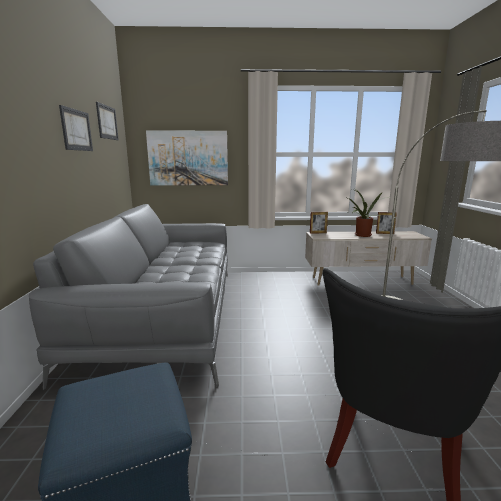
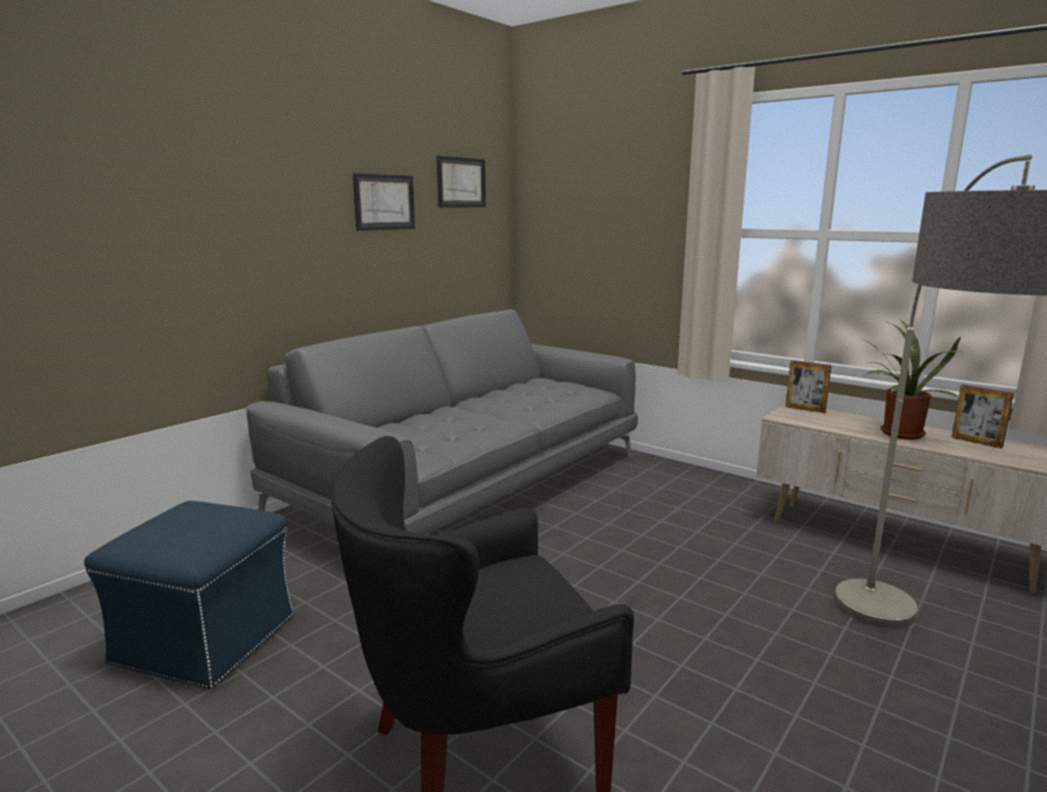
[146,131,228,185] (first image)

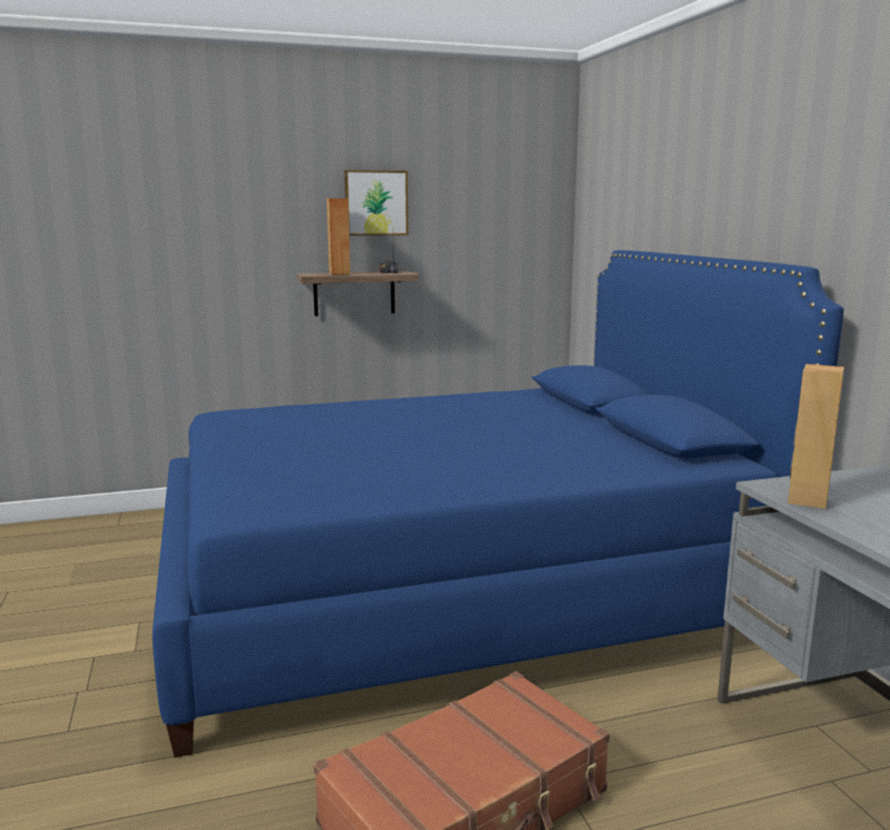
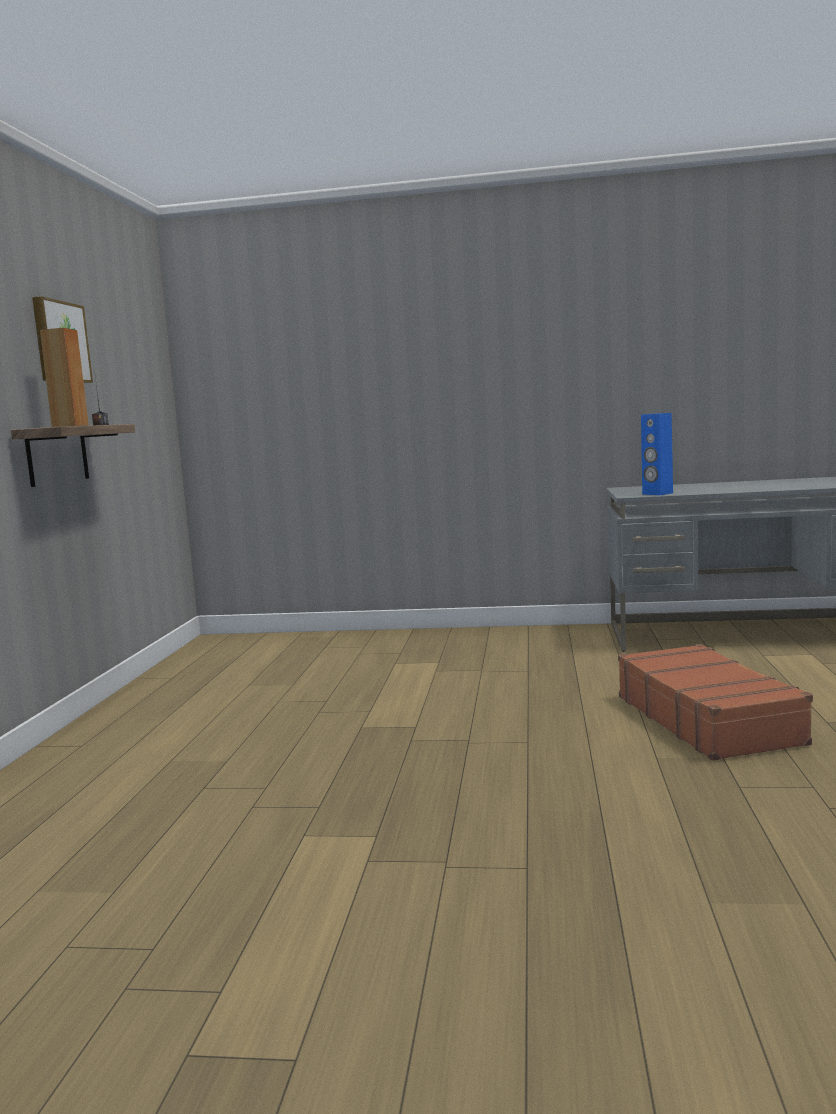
[152,250,844,758] (first image)
[641,413,673,495]

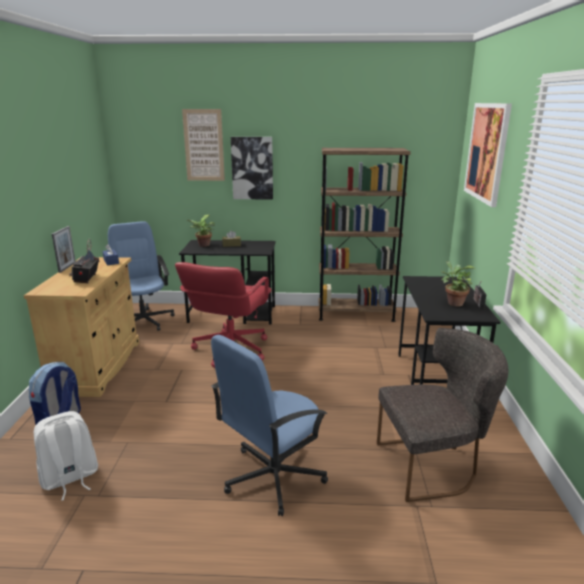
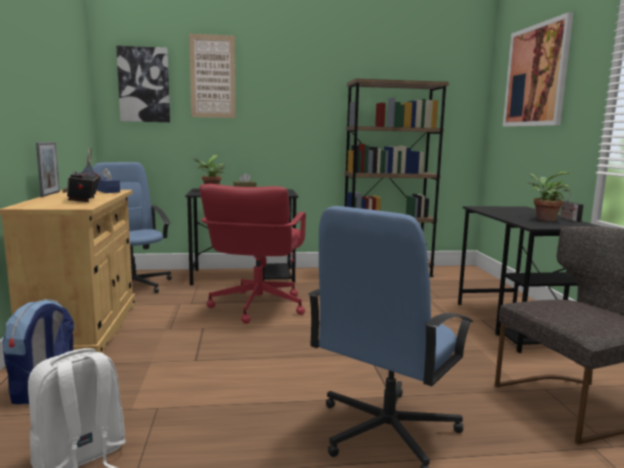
[116,46,170,122]

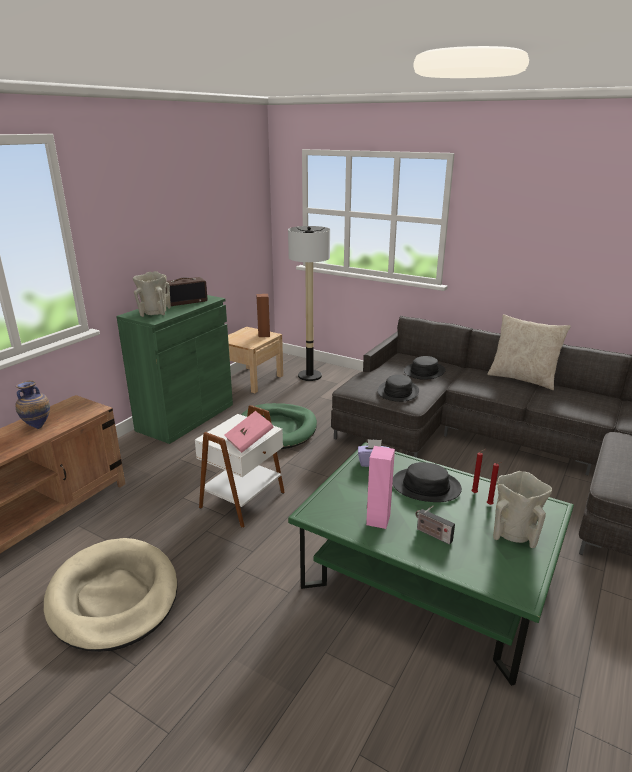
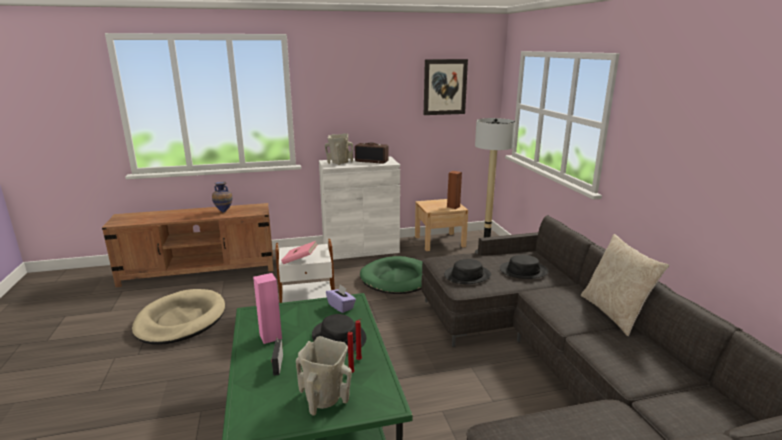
[424,59,468,115]
[319,156,400,260]

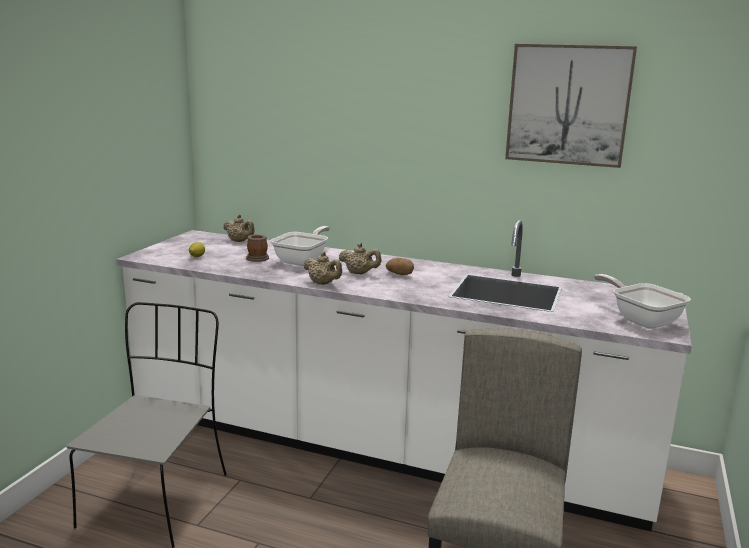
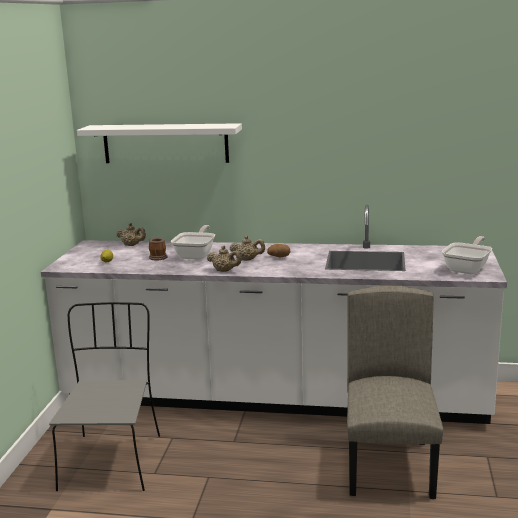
[505,44,637,168] (first image)
[77,123,242,163]
[442,236,492,274]

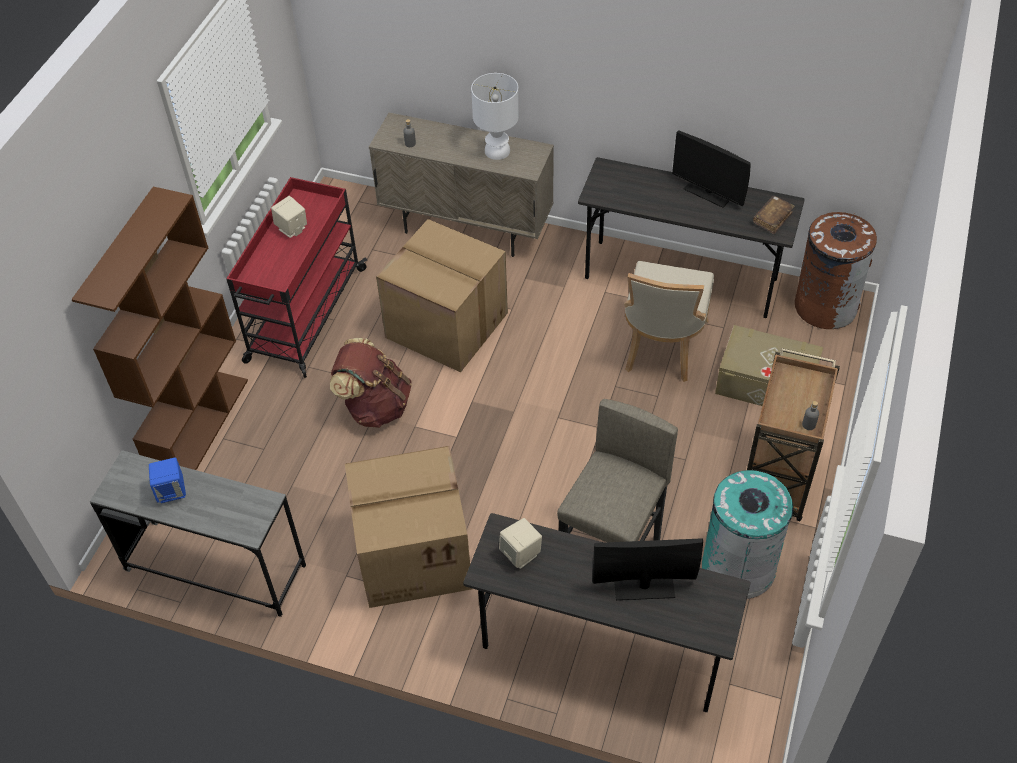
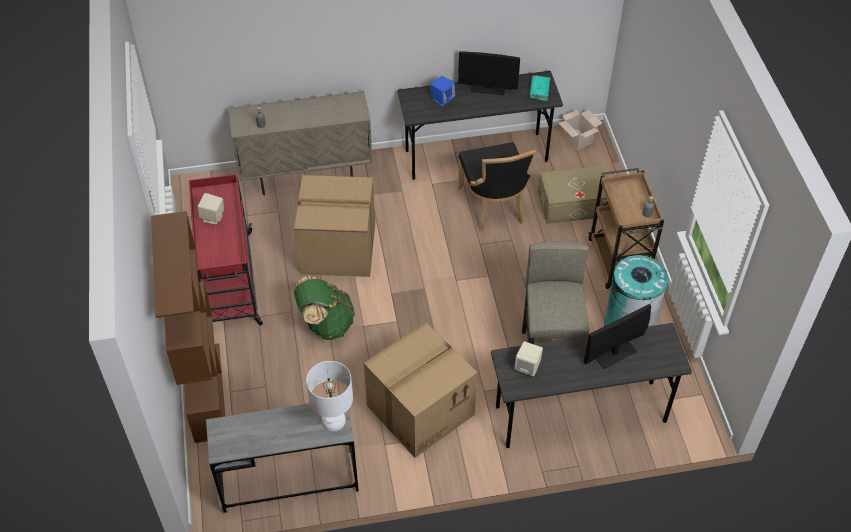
[430,76,455,106]
[306,361,353,431]
[559,109,602,150]
[294,276,355,340]
[457,142,536,232]
[529,75,550,101]

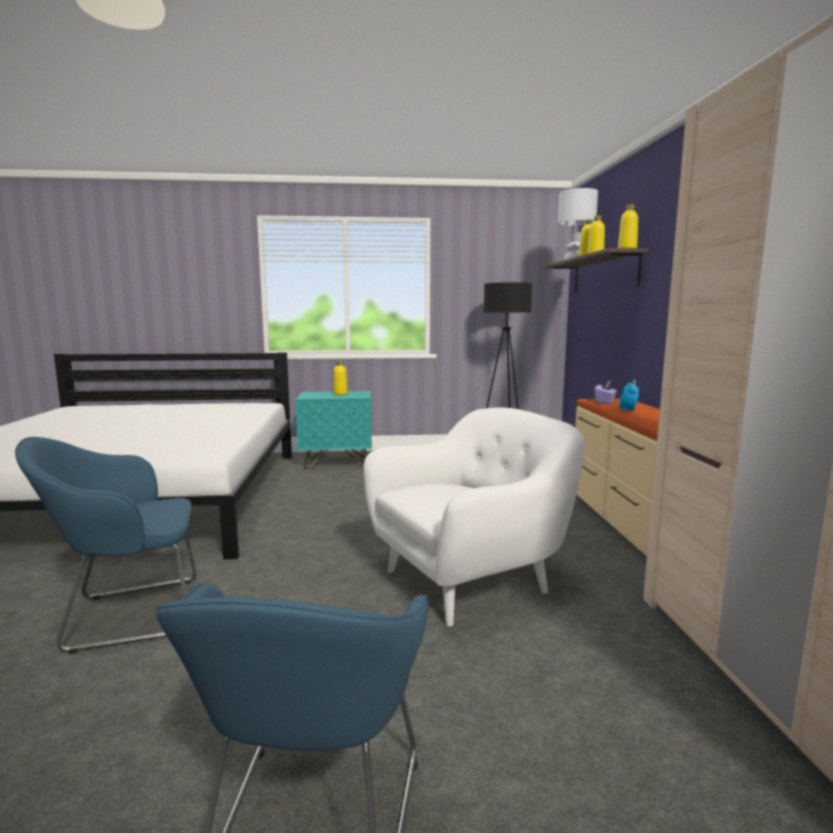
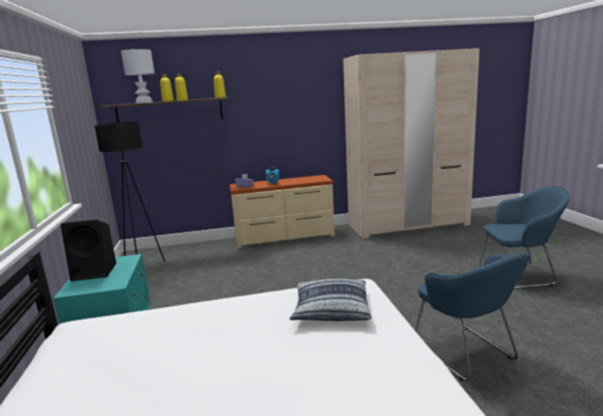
[363,407,585,626] (first image)
[290,279,372,321]
[61,220,116,281]

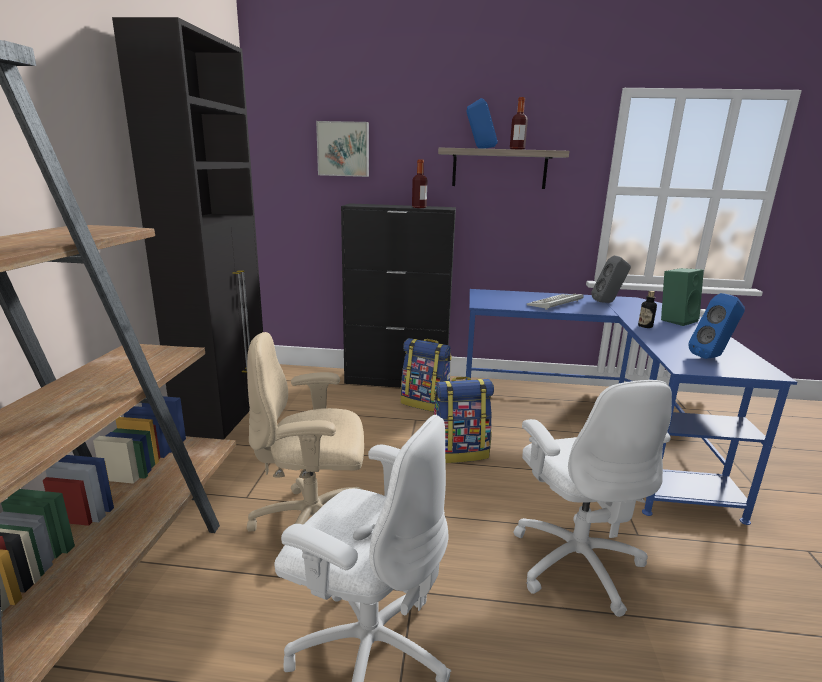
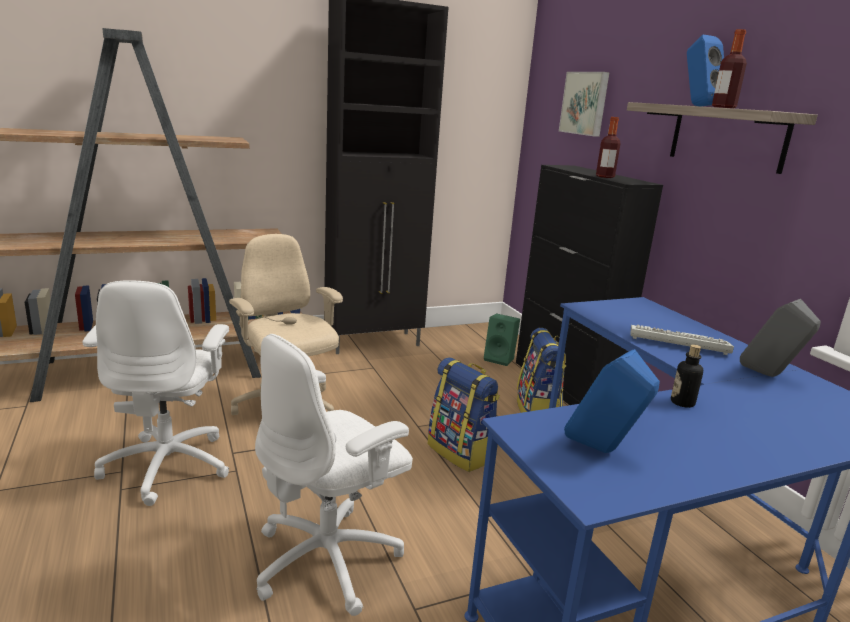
[484,313,520,366]

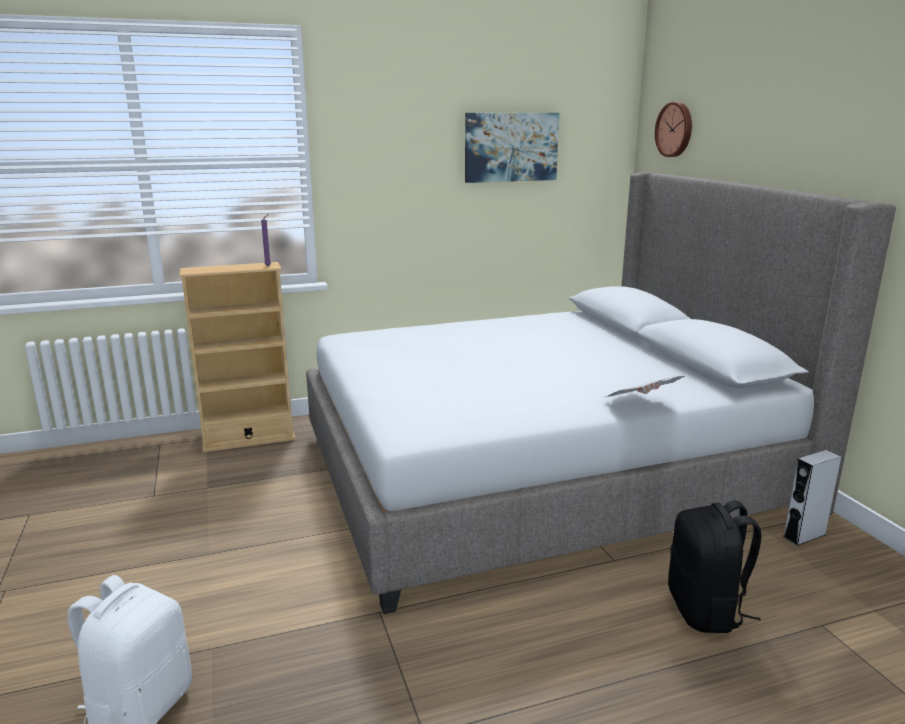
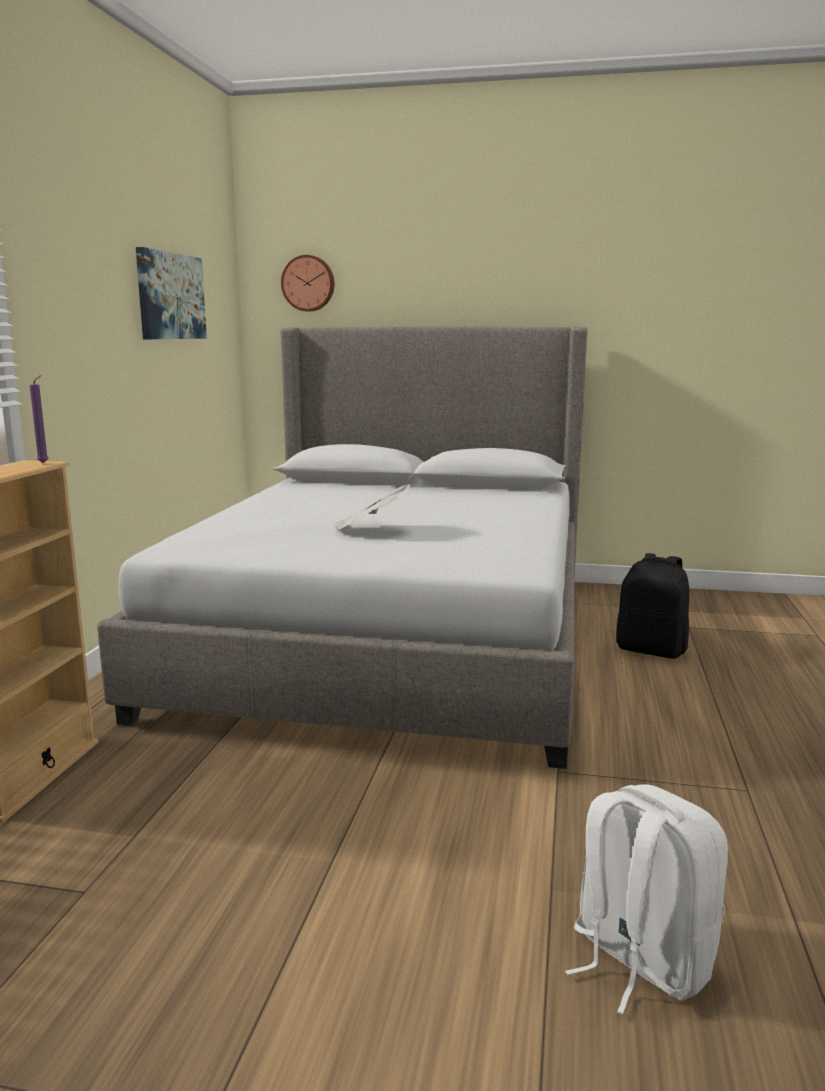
[783,450,841,546] (first image)
[334,484,410,530]

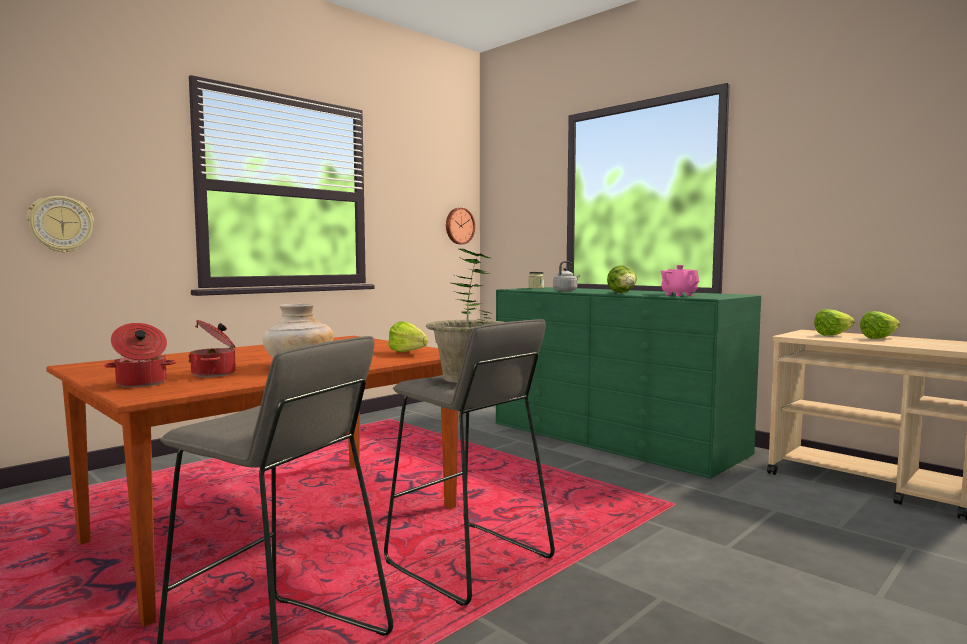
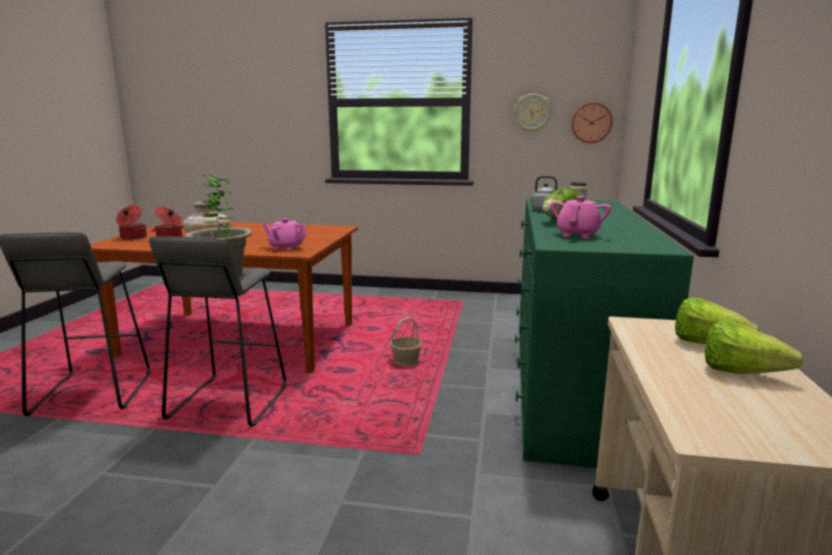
[390,318,422,366]
[514,94,551,132]
[263,218,307,251]

